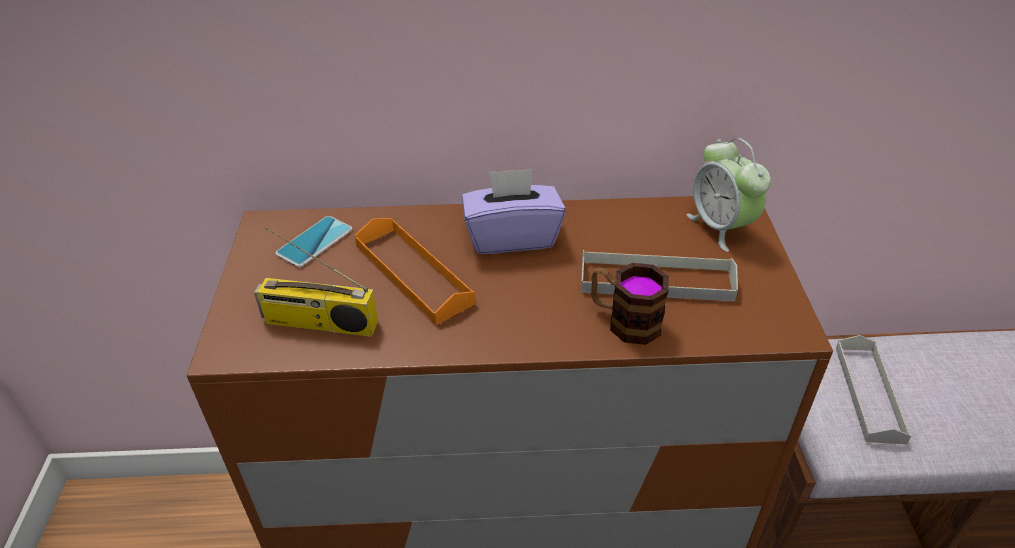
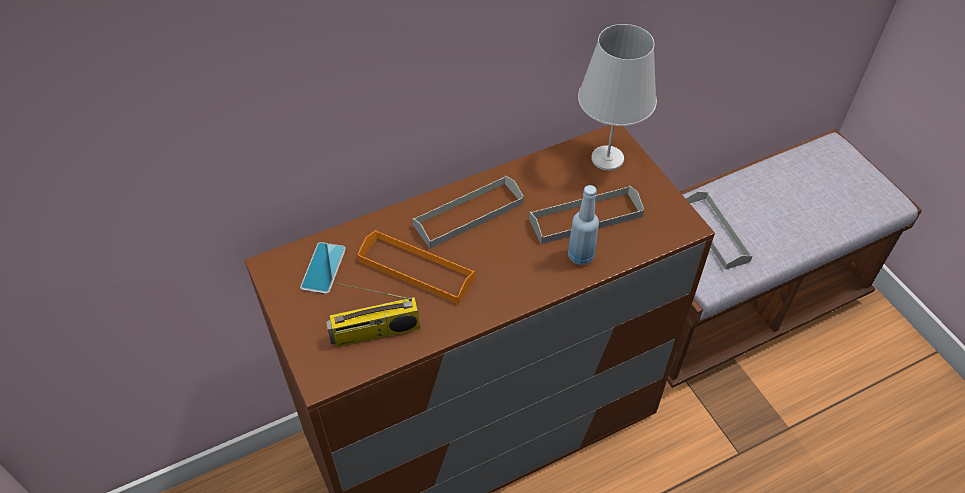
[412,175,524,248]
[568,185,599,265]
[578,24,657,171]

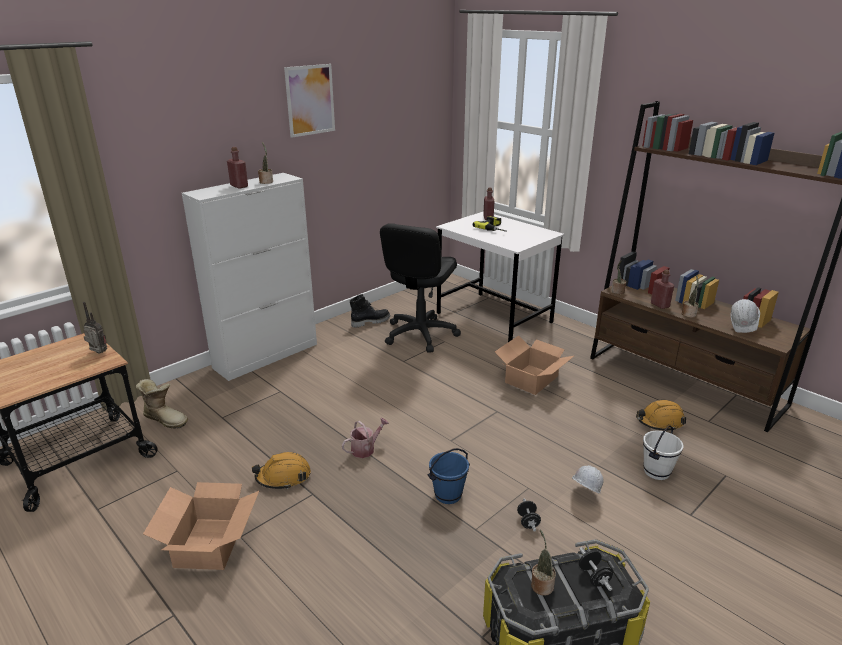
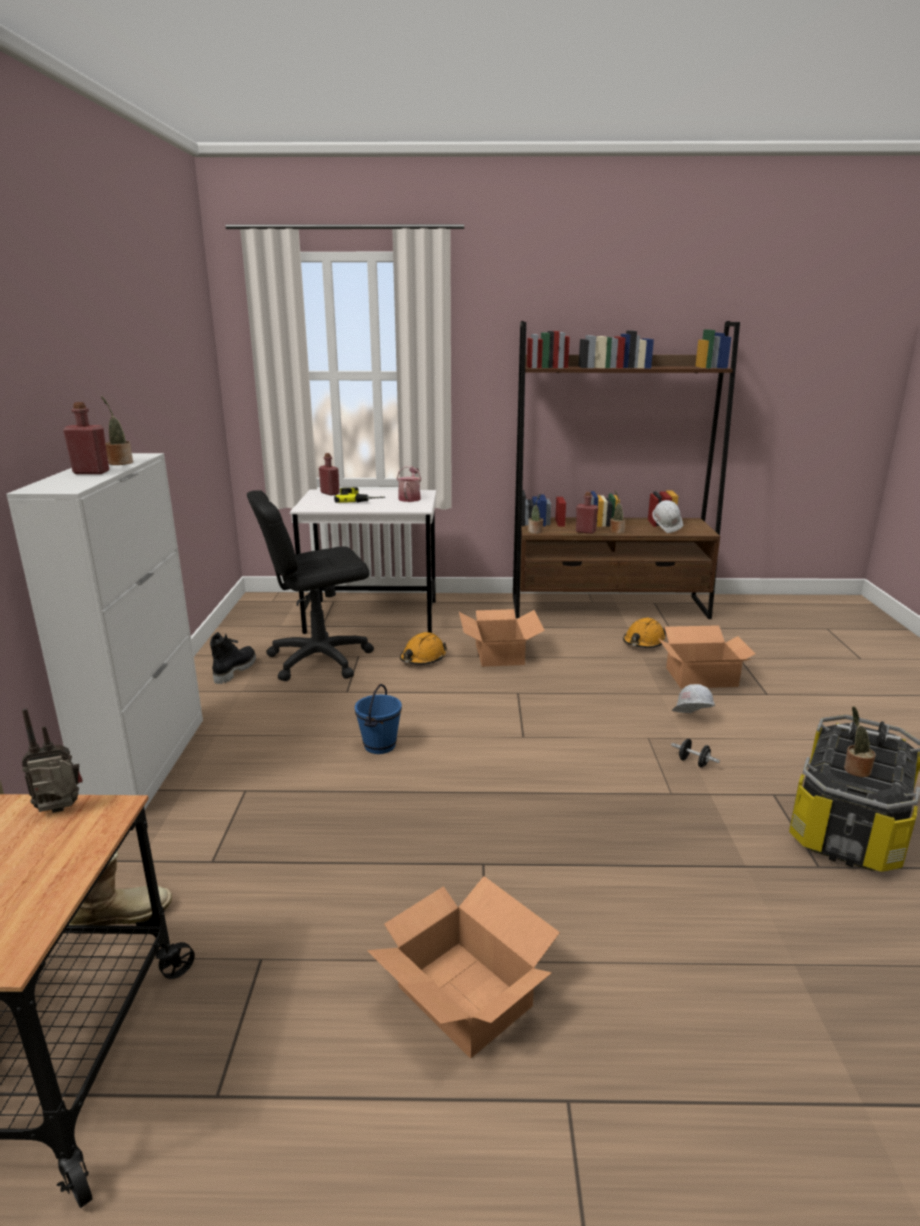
[284,64,335,138] (first image)
[400,632,447,665]
[397,466,422,502]
[355,684,402,754]
[658,625,755,689]
[247,490,374,681]

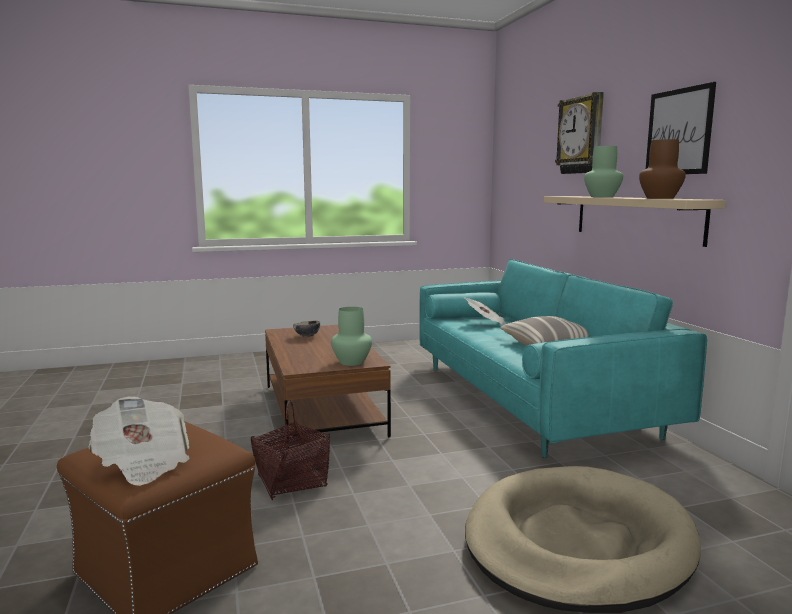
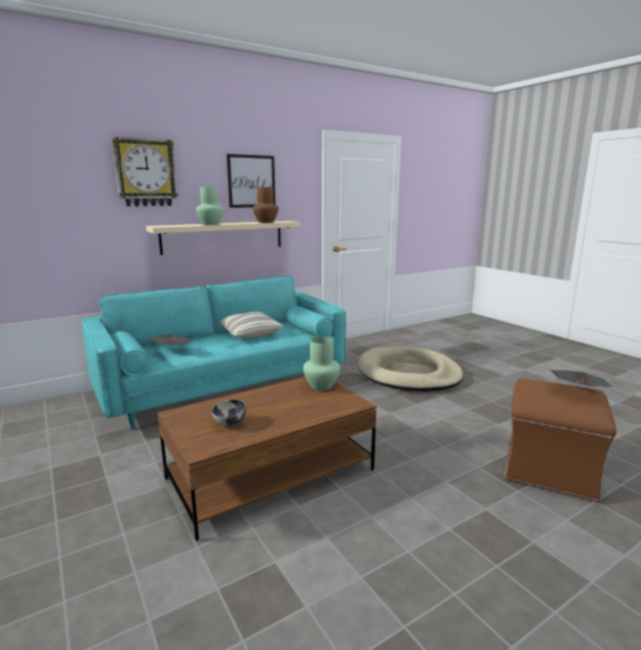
[251,400,330,500] (first image)

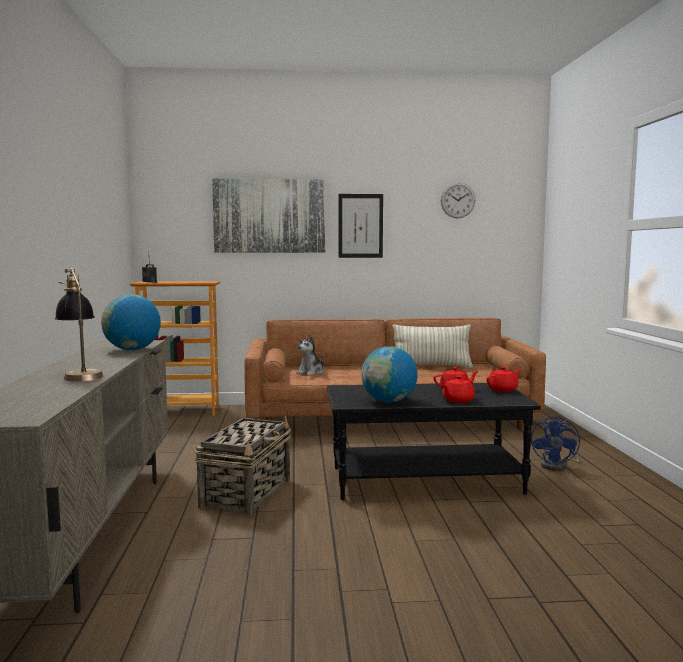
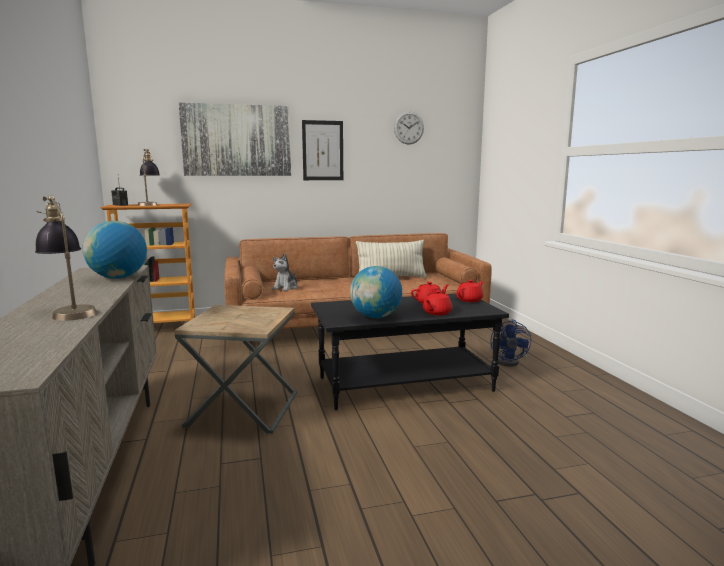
[137,148,159,206]
[175,305,297,434]

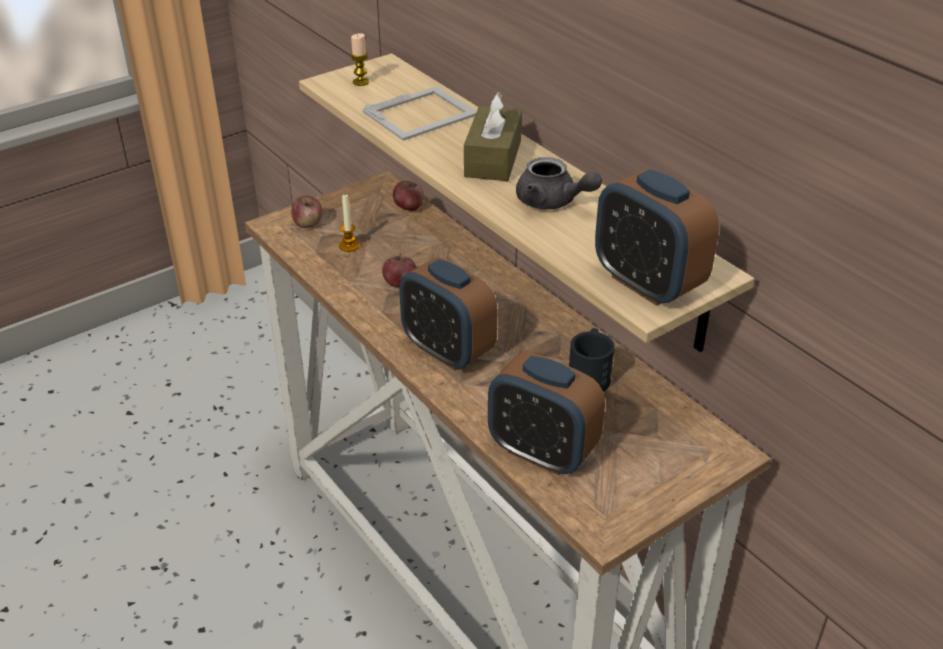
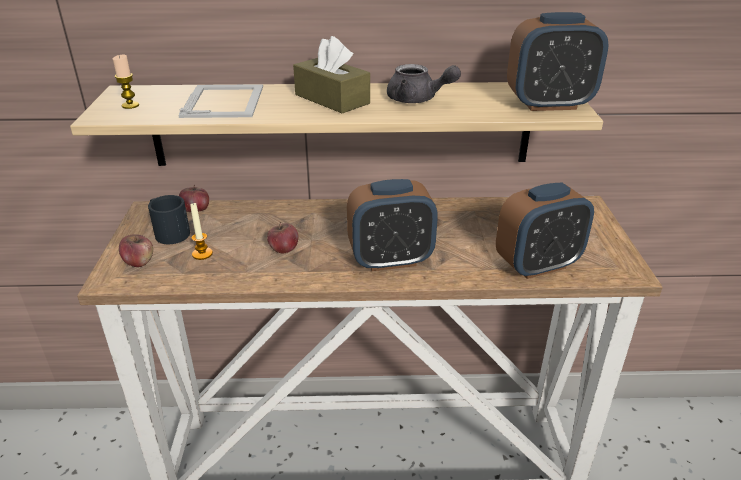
[148,195,190,244]
[387,64,461,103]

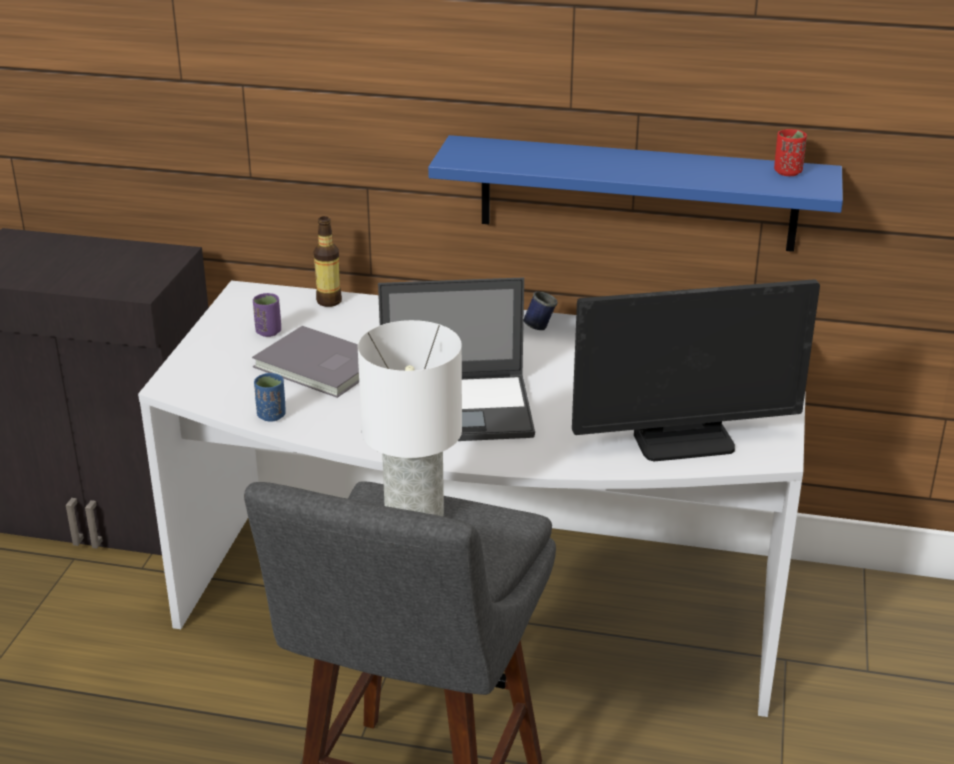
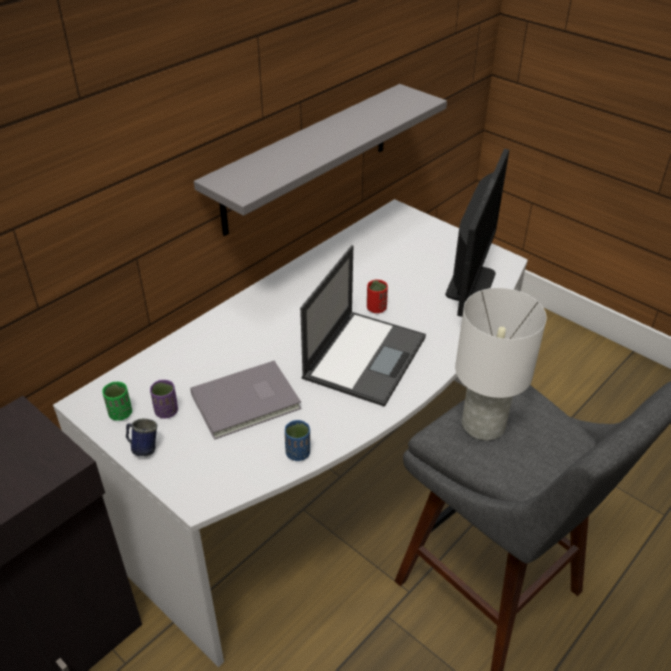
[314,216,342,307] (first image)
[102,382,132,421]
[126,418,157,456]
[367,280,388,313]
[194,84,447,236]

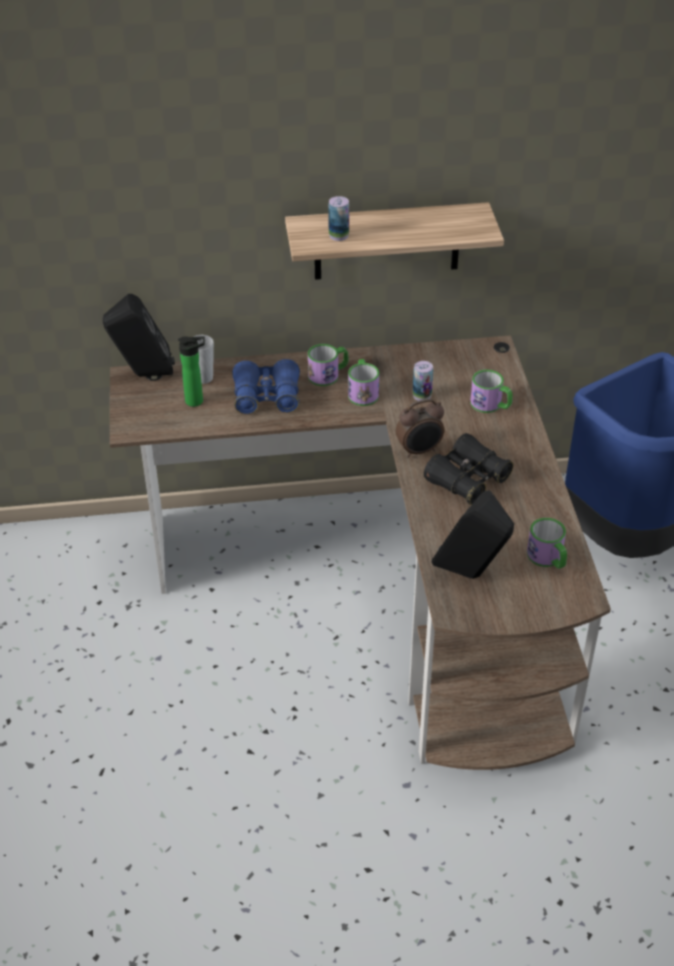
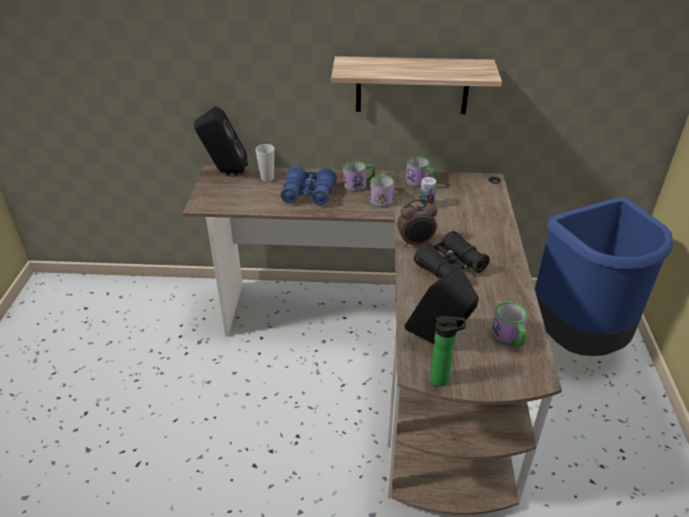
[328,196,349,241] (first image)
[430,315,466,386]
[406,156,435,187]

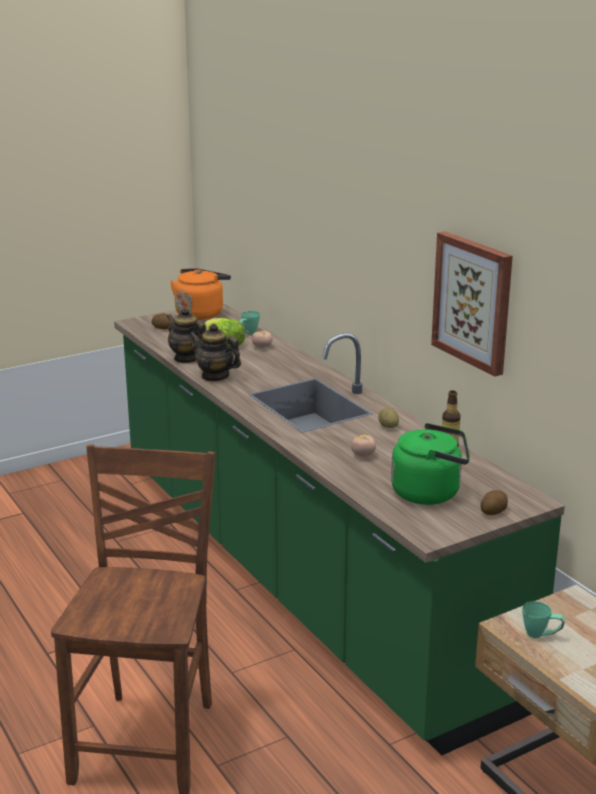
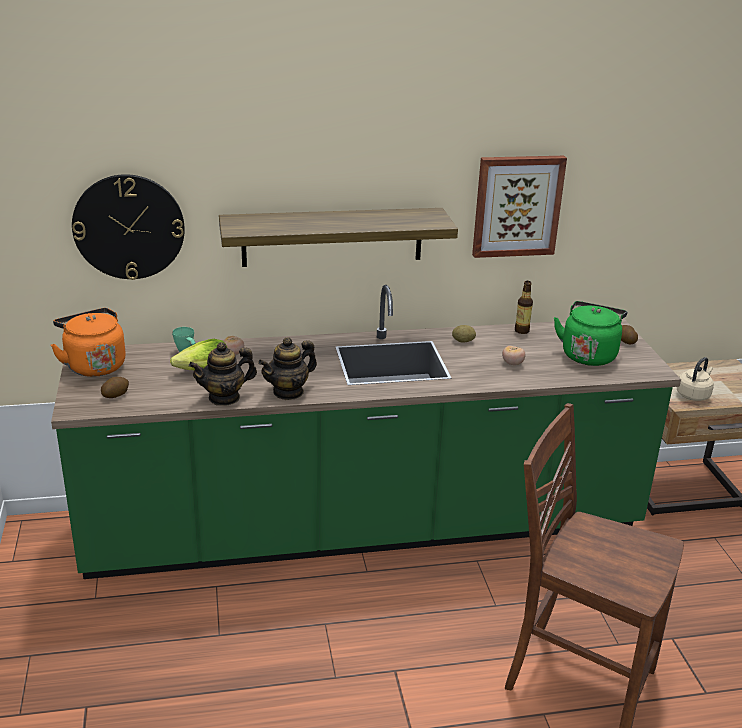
[72,174,185,280]
[219,208,458,267]
[677,357,714,401]

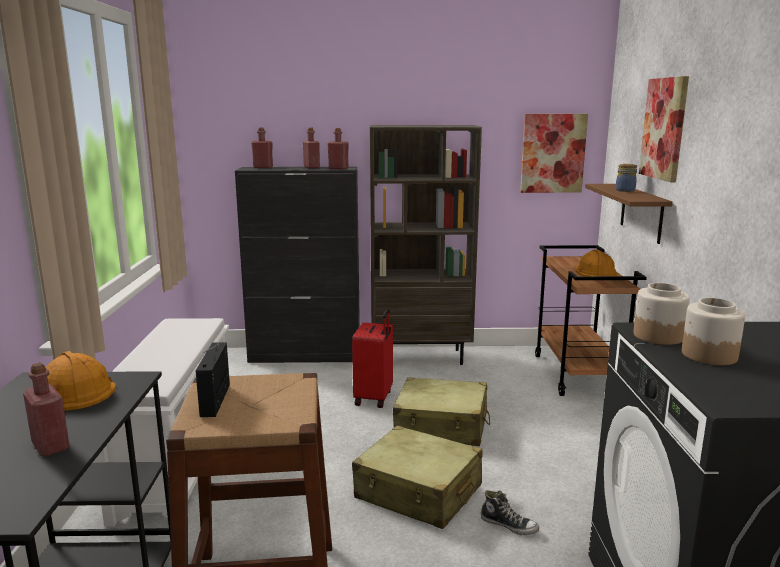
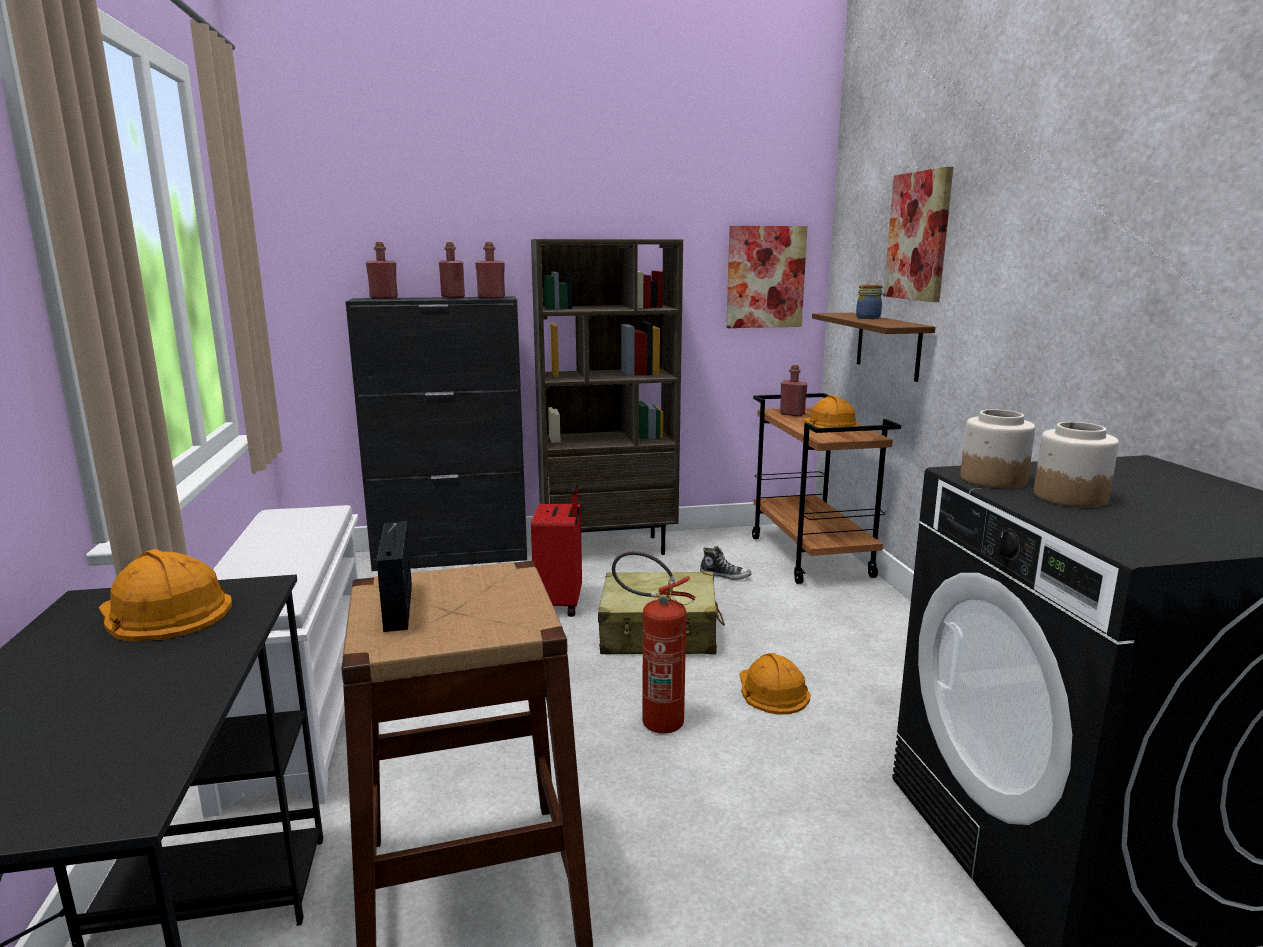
[739,653,810,715]
[780,365,807,417]
[700,546,751,580]
[612,551,695,733]

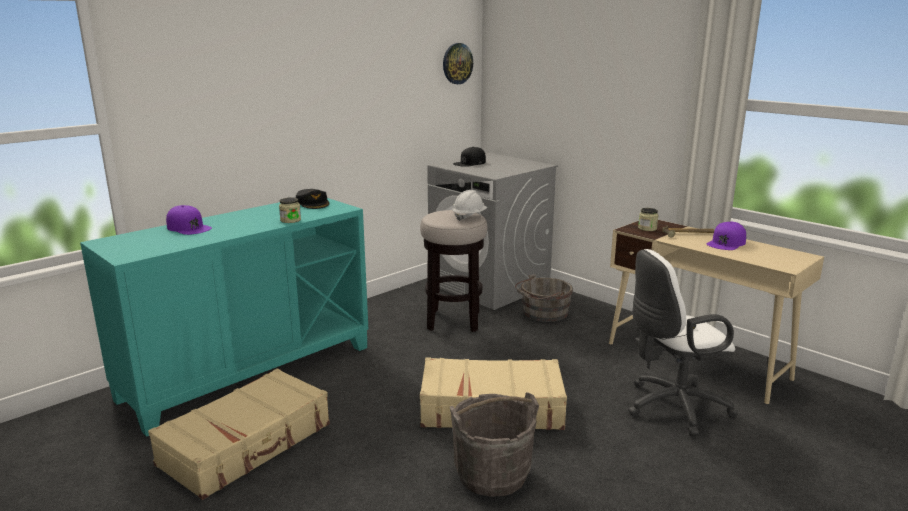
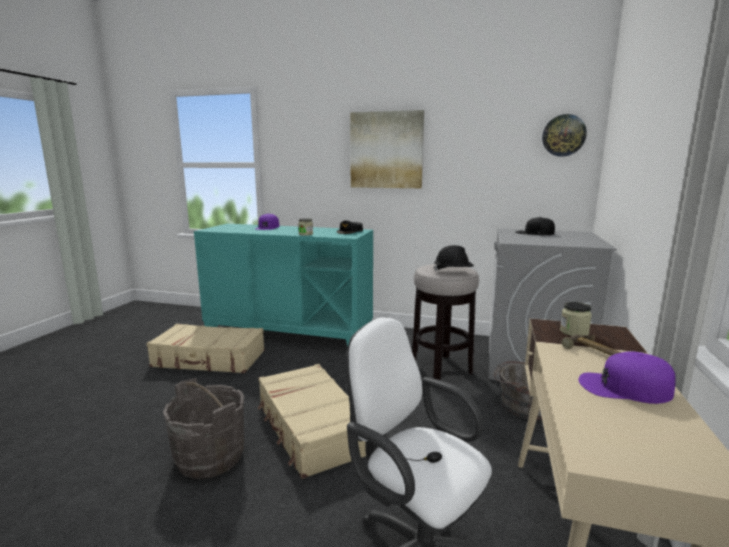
[350,110,424,188]
[434,245,474,271]

